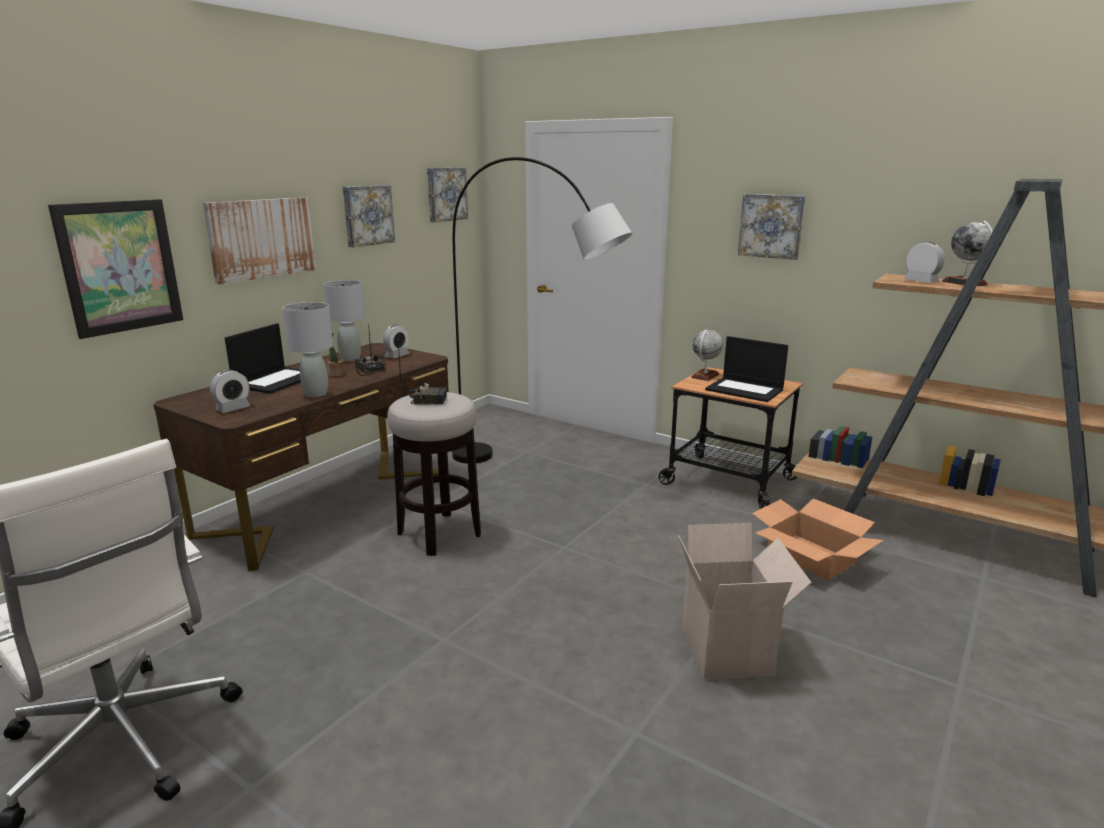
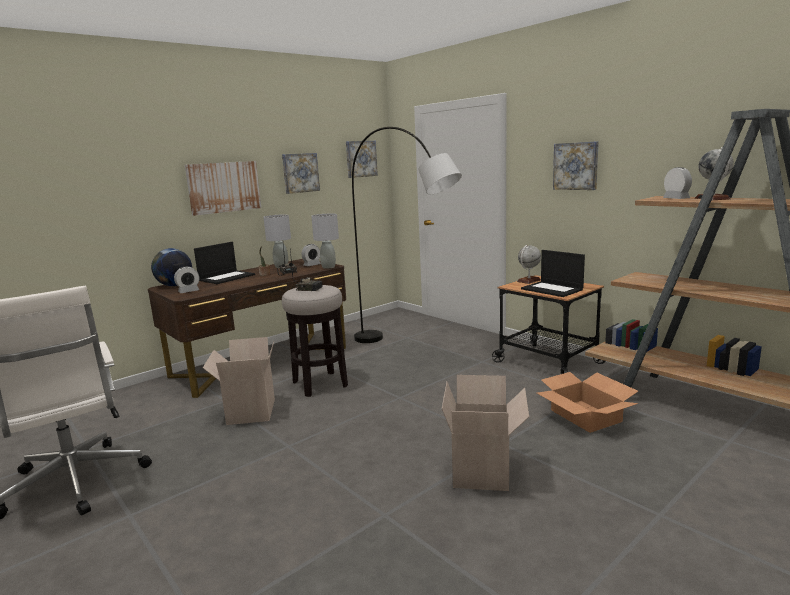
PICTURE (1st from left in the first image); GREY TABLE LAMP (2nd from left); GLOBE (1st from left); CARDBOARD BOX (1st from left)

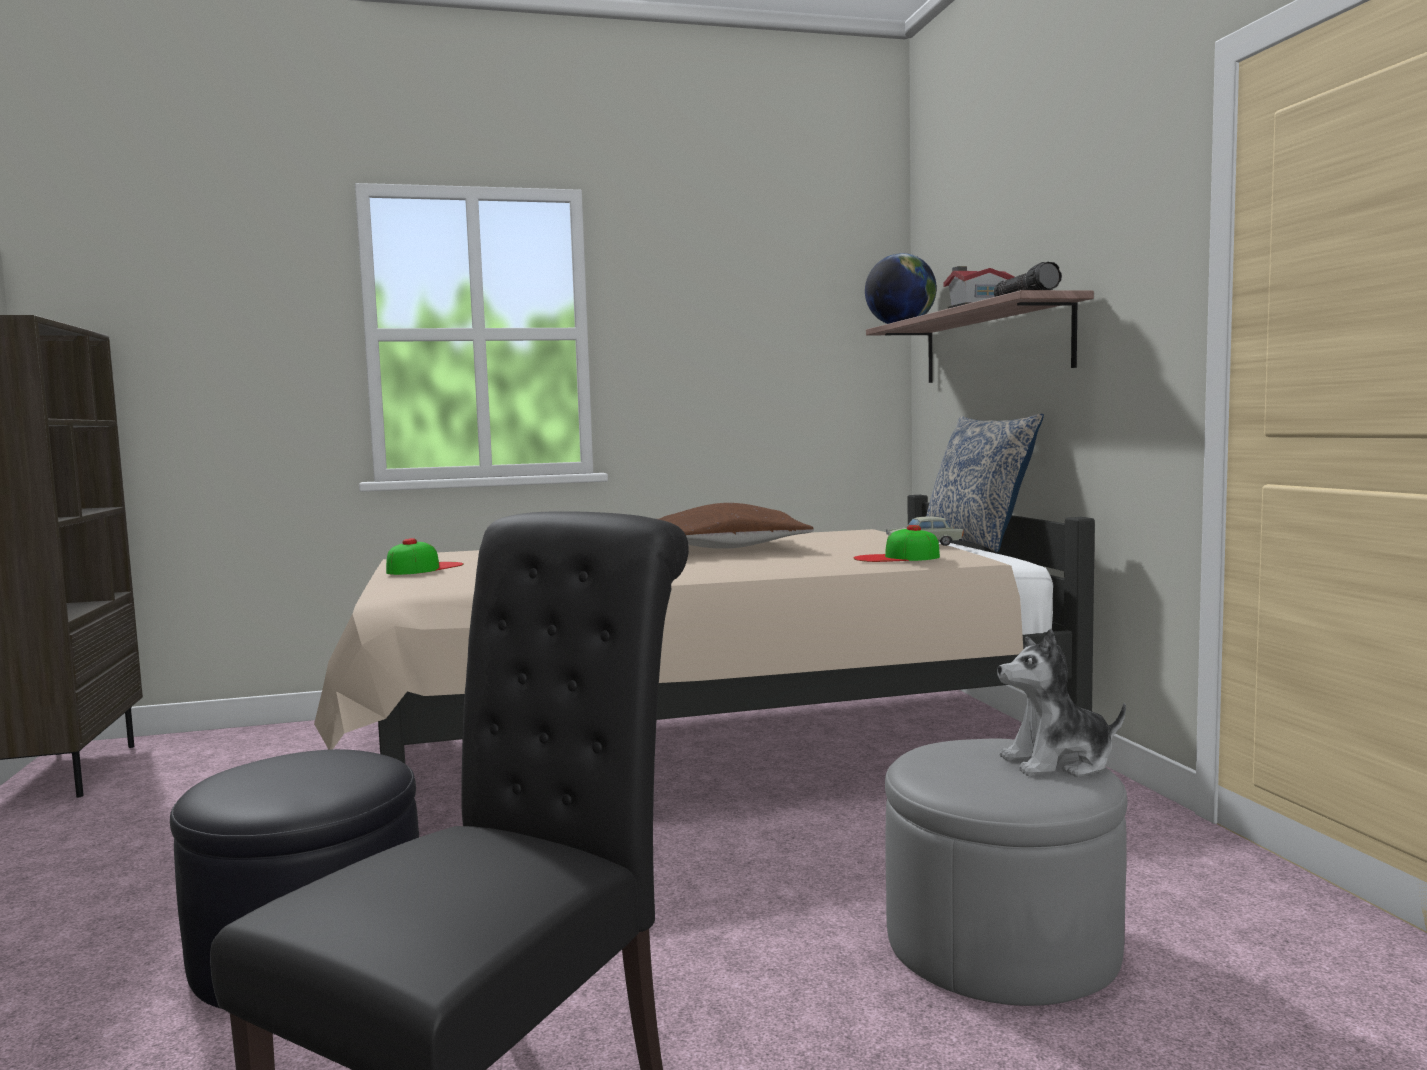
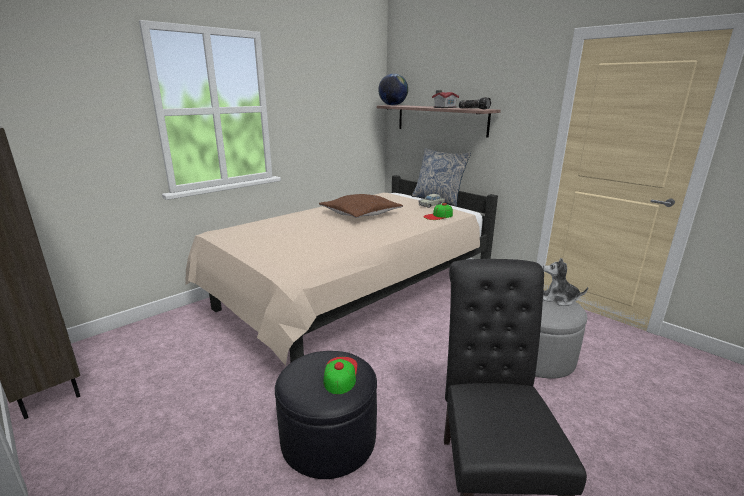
CAP (1st from left); PLUSH TOY

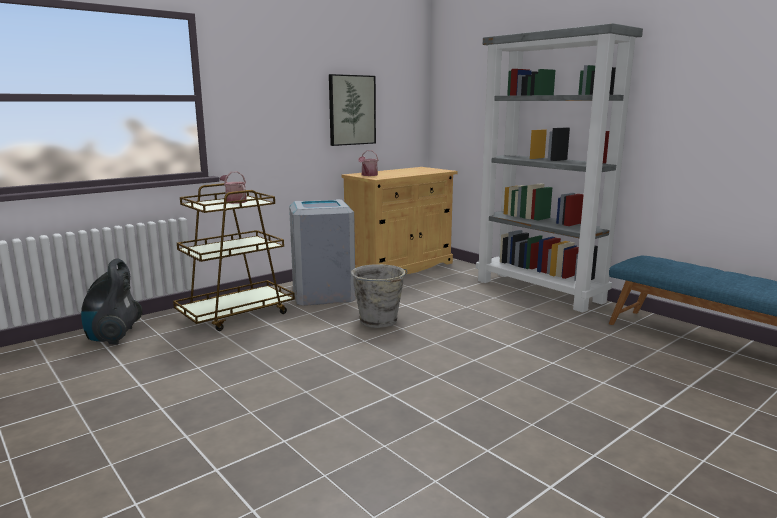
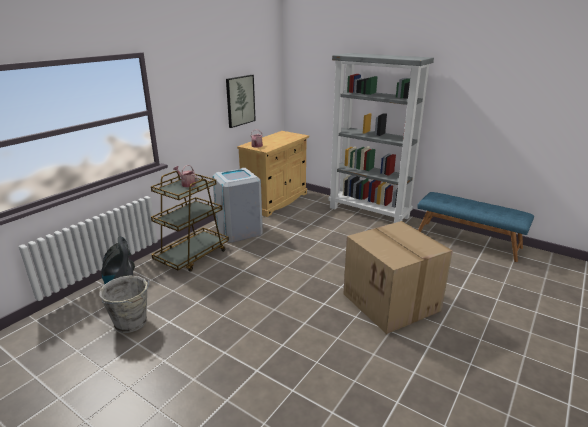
GREY BUCKET; CARDBOARD BOX

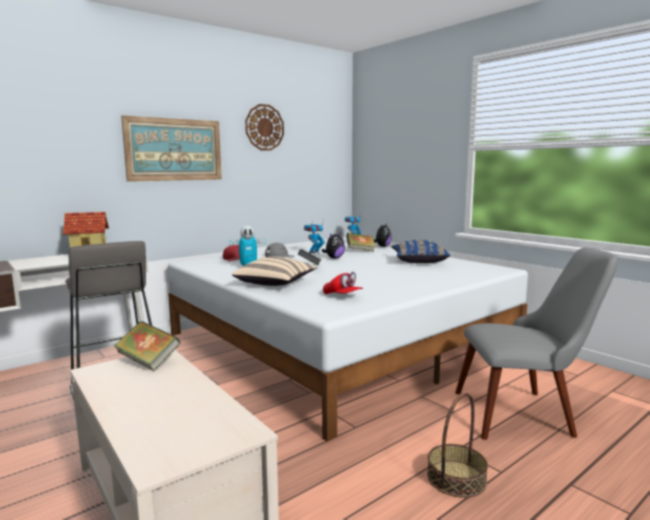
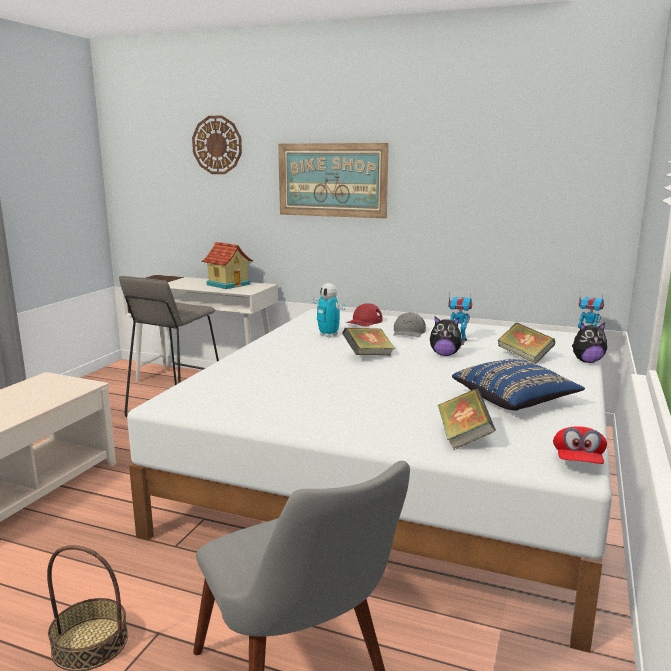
BOOK (2nd from left); BEIGE PILLOW; WALL CLOCK; RED CAP (2nd from left)

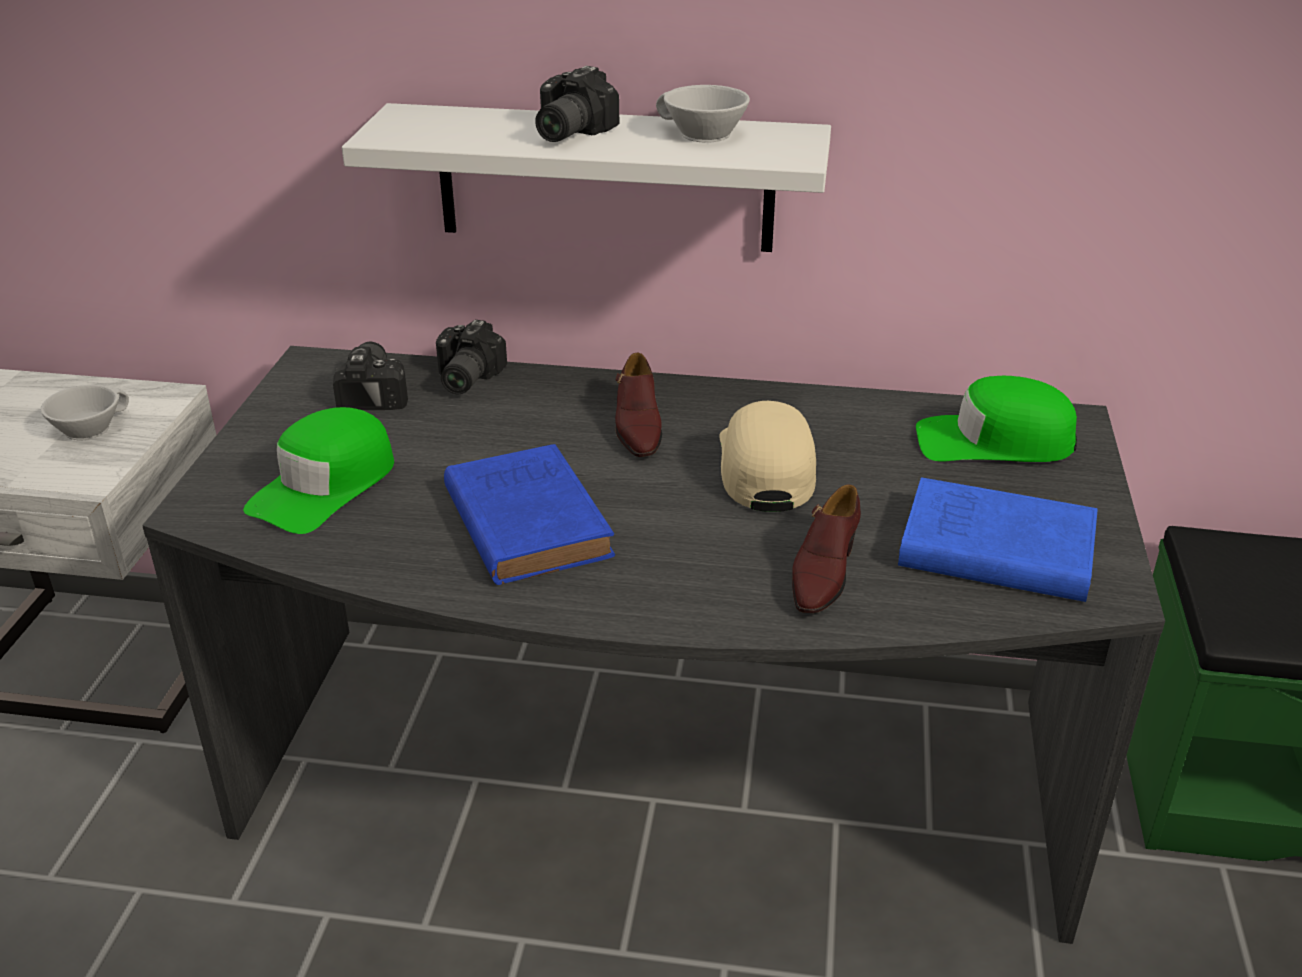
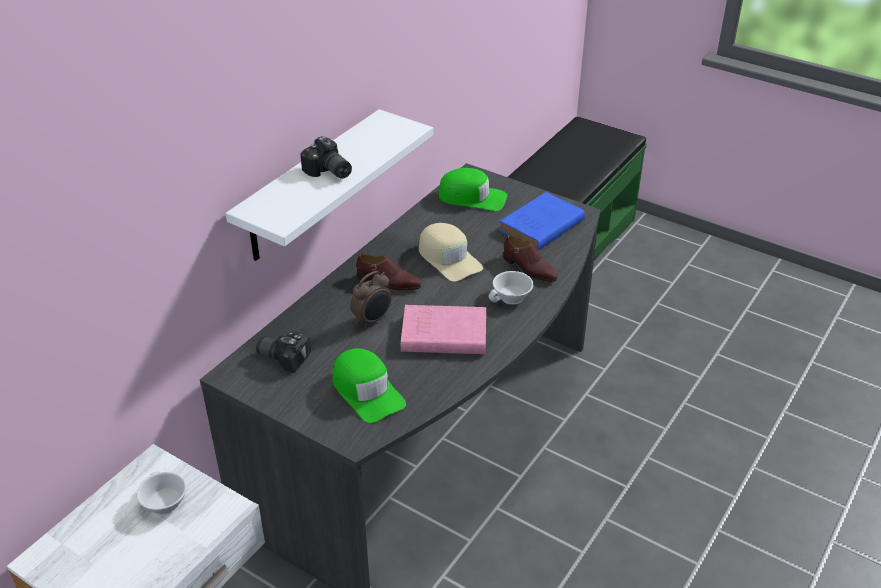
PHOTO CAMERA (2nd from left in the first image); PINK BOOK; WHITE CUP (2nd from left); BEIGE CAP; GREEN CAP (2nd from left); ALARM CLOCK

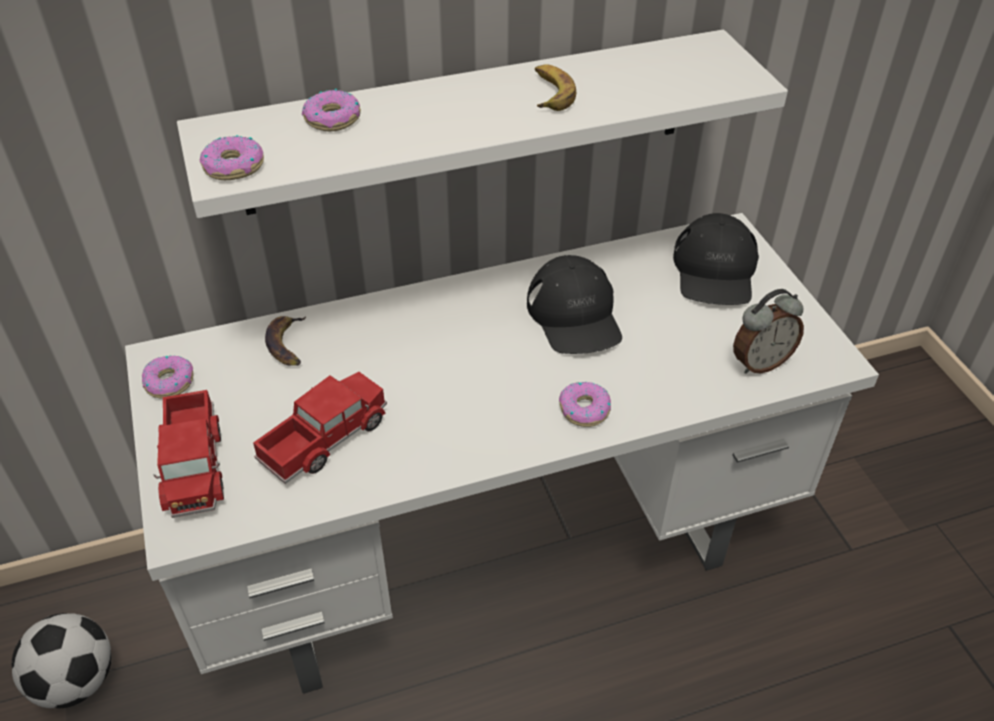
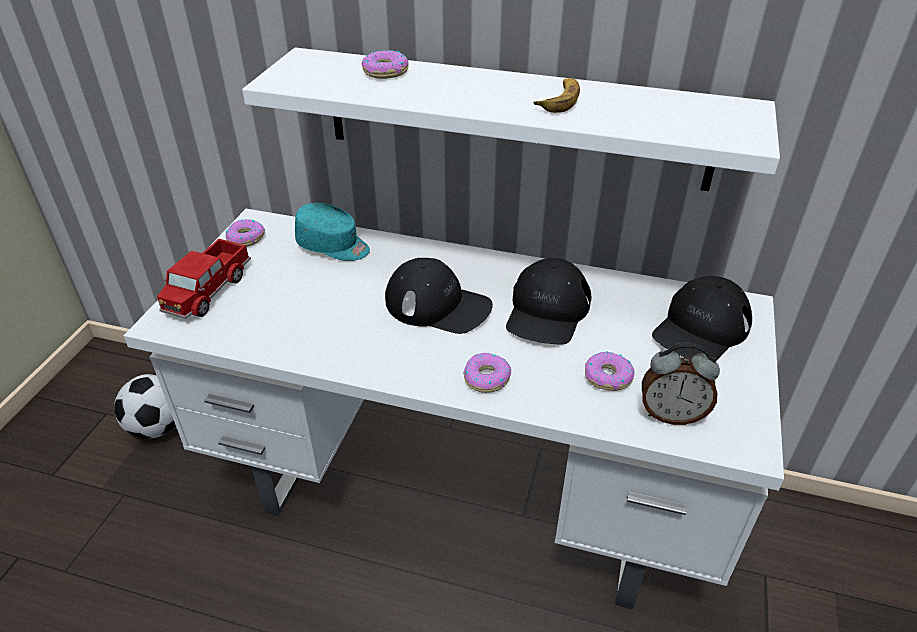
DONUT (4th from left); TOY TRUCK (2nd from left in the first image); TURQUOISE CAP; BLACK CAP (1st from left)

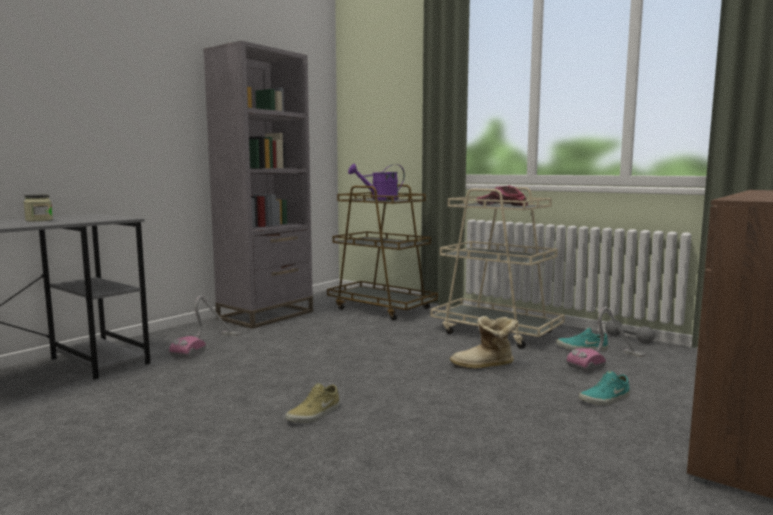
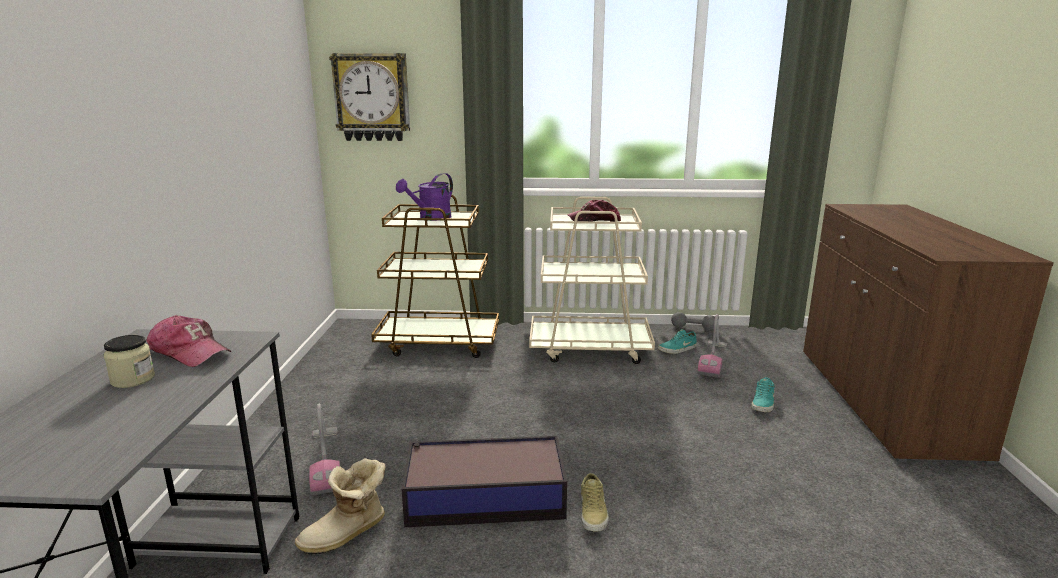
GREY BOOKCASE; BOOT; CAP (1st from left); WALL CLOCK; STORAGE BOX

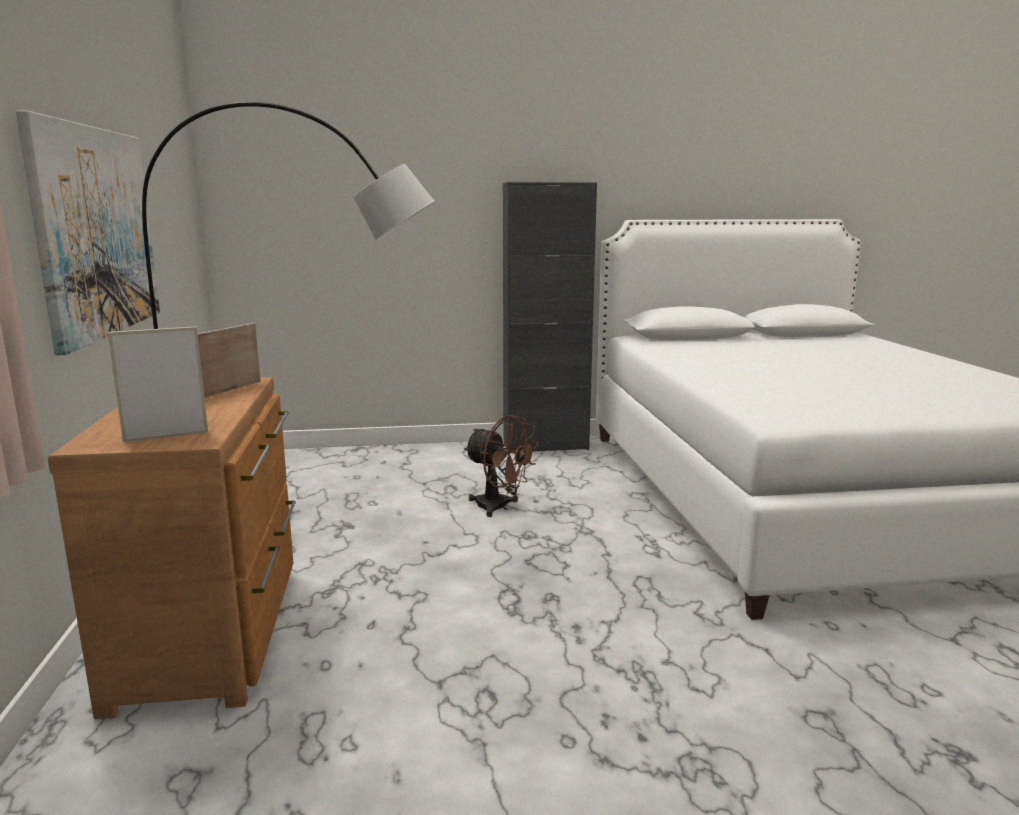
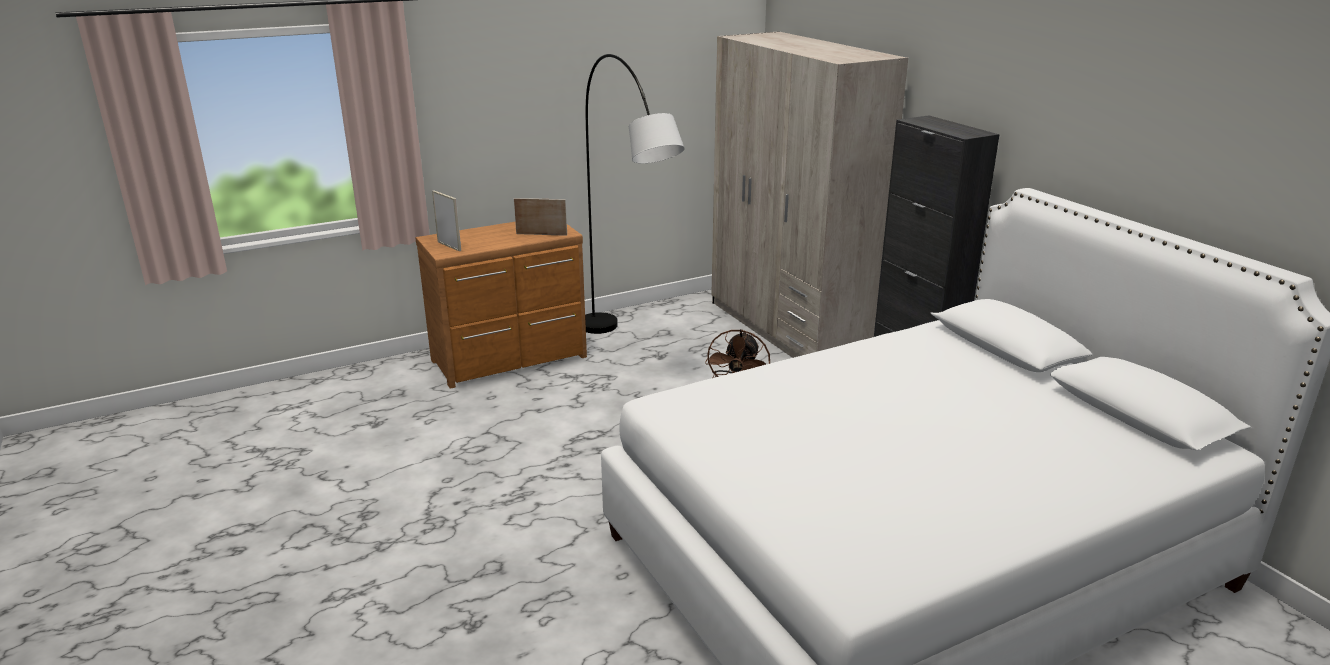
PICTURE; BEIGE WARDROBE

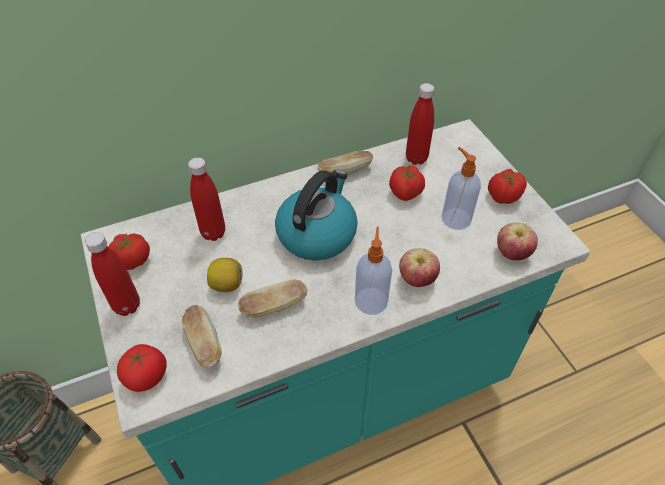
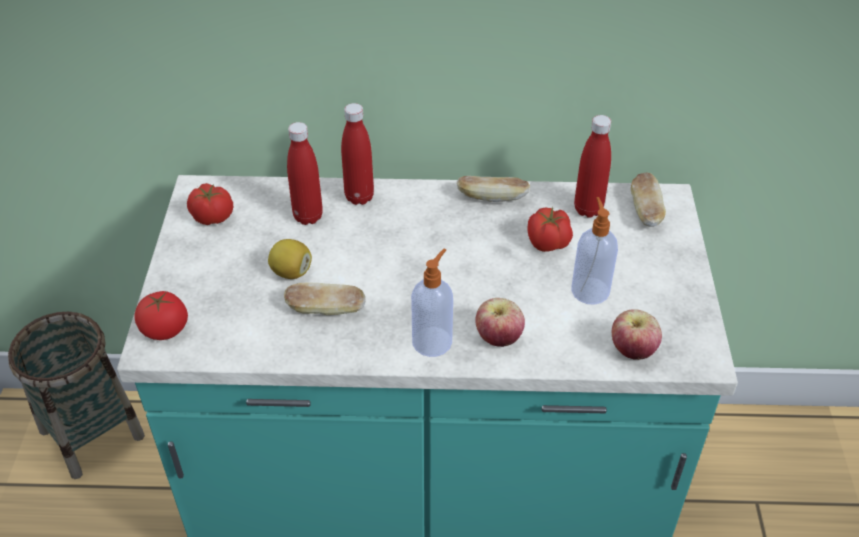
RED BOTTLE (2nd from left); BREAD (3rd from left); KETTLE; TOMATO (4th from left in the first image)

